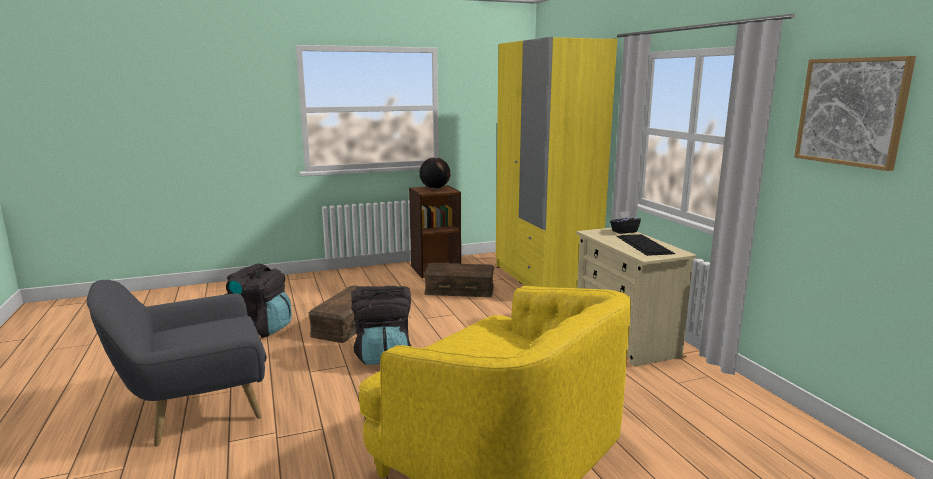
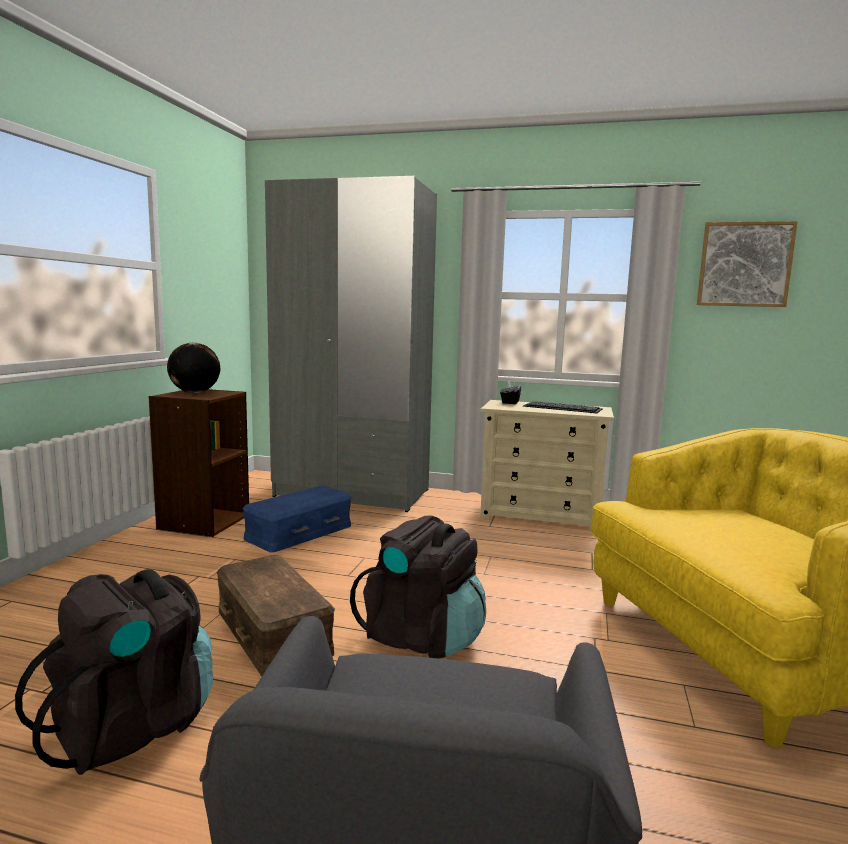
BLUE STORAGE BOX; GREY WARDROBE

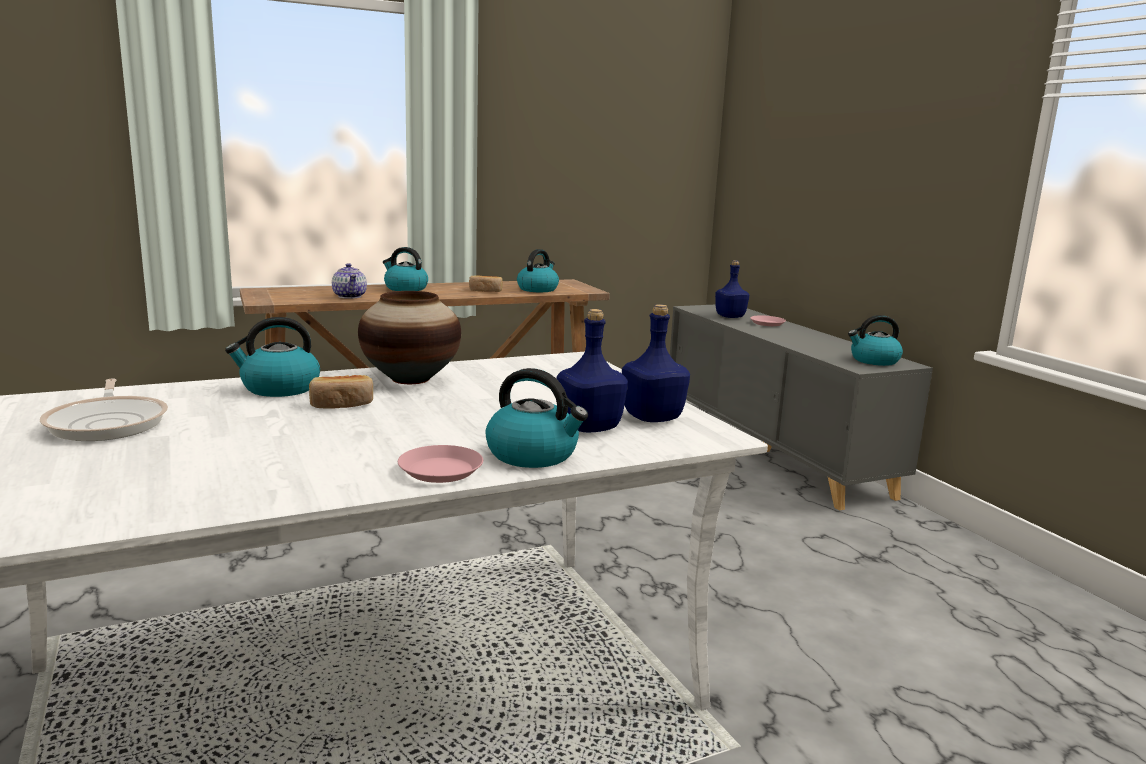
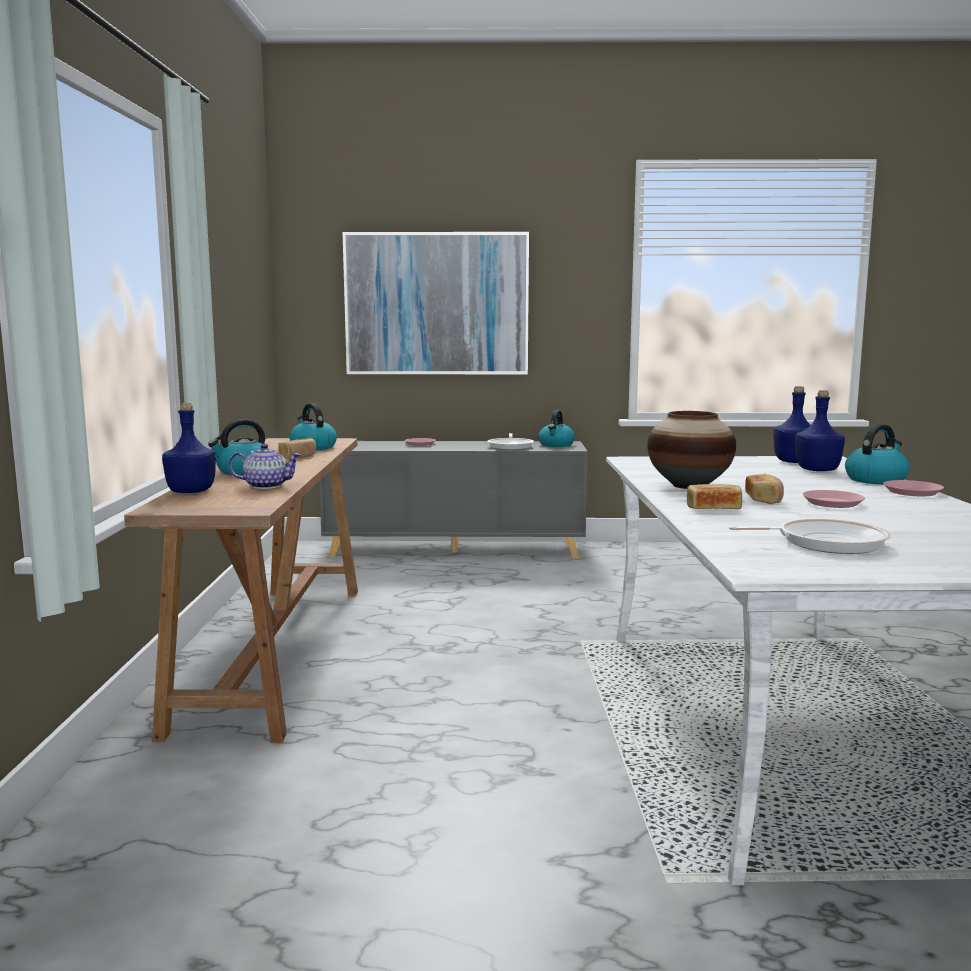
BREAD (2nd from left); BLUE BOTTLE (1st from left); PICTURE; FRYING PAN (1st from left); PINK PLATE (2nd from left)

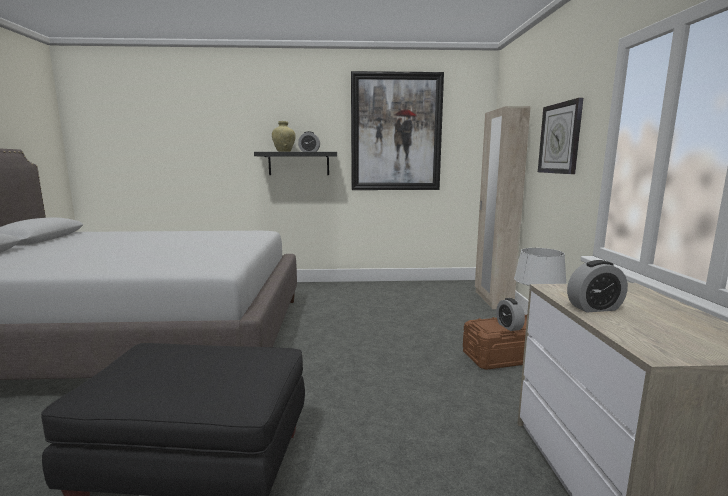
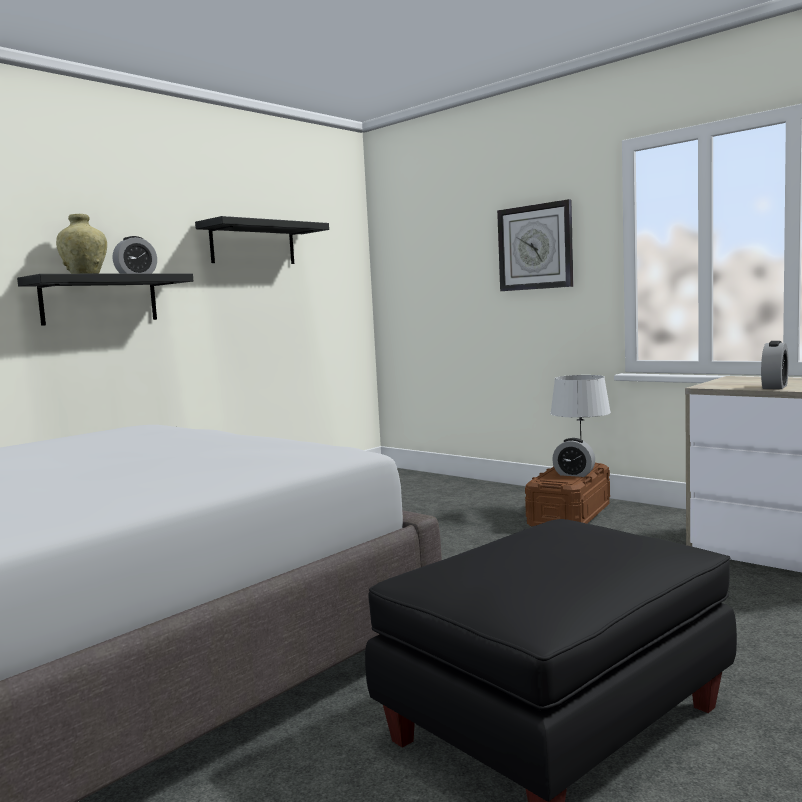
BLACK SHELF (2nd from left); BEIGE WARDROBE

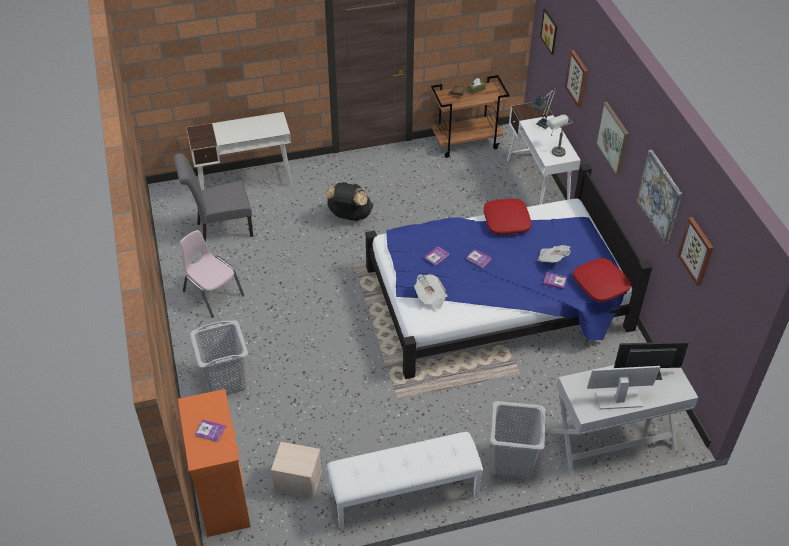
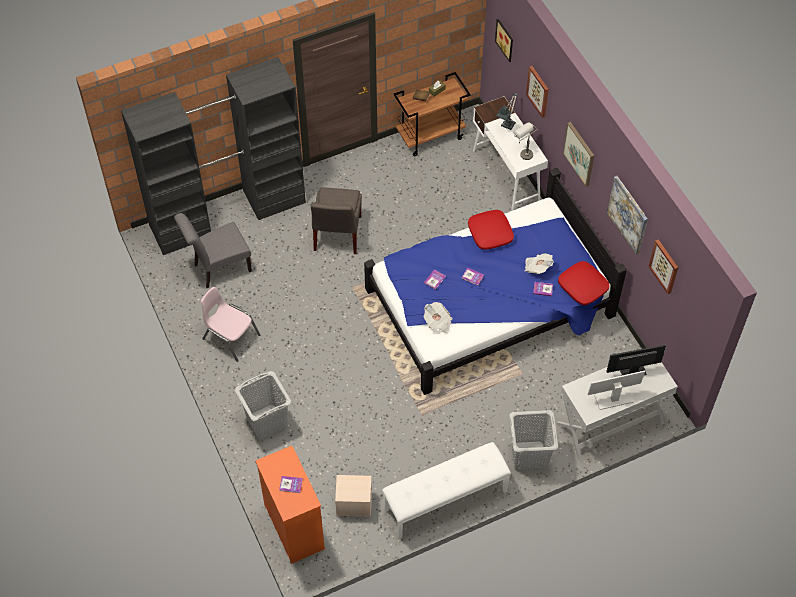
BLACK WARDROBE; GREY CHAIR (2nd from left)

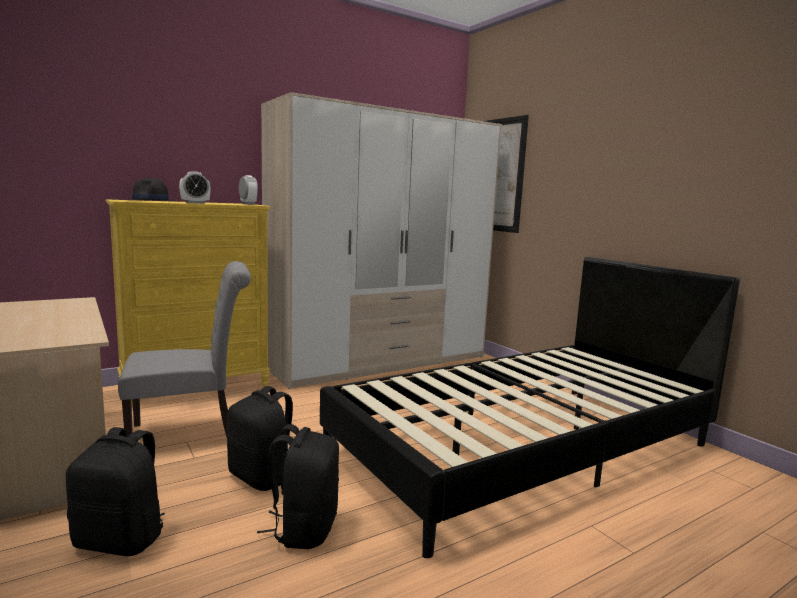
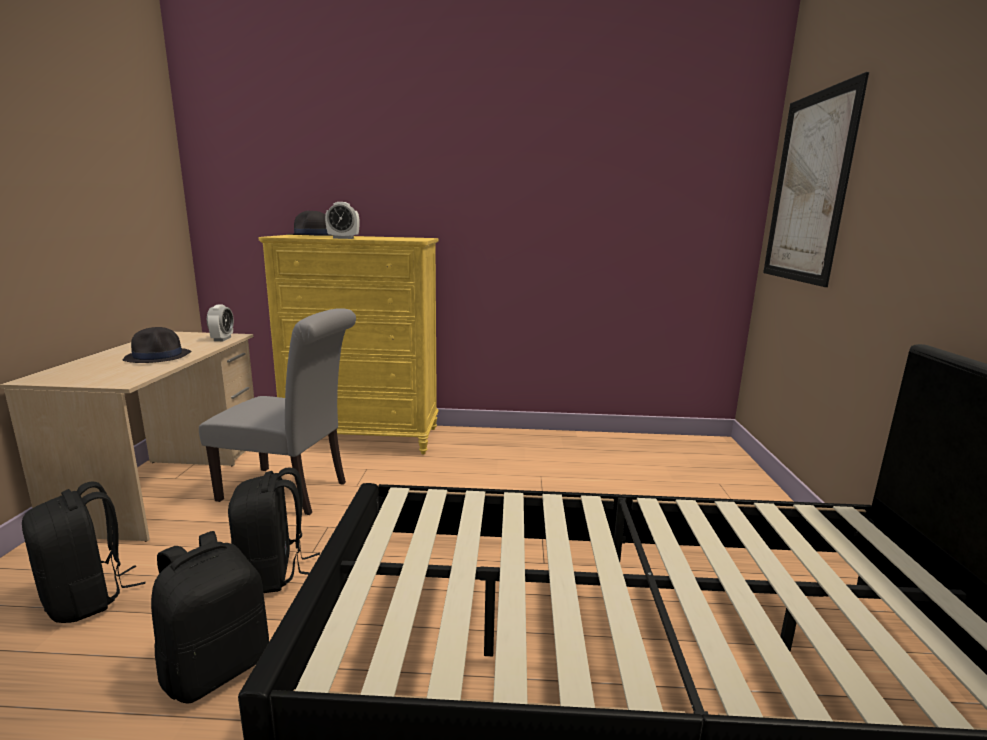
ALARM CLOCK (1st from left); WARDROBE; BLACK HAT (1st from left)

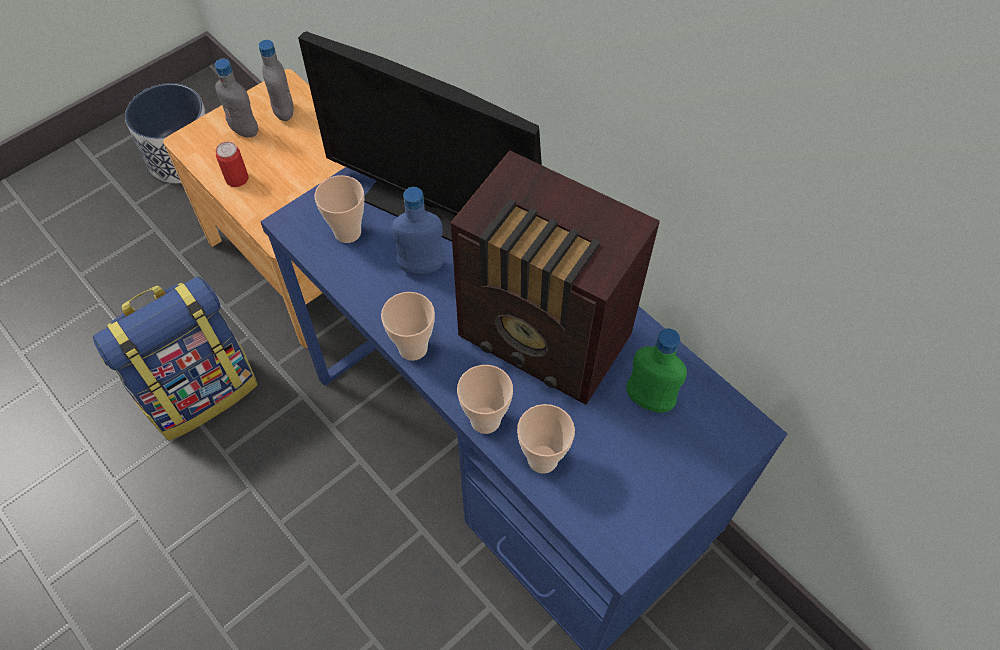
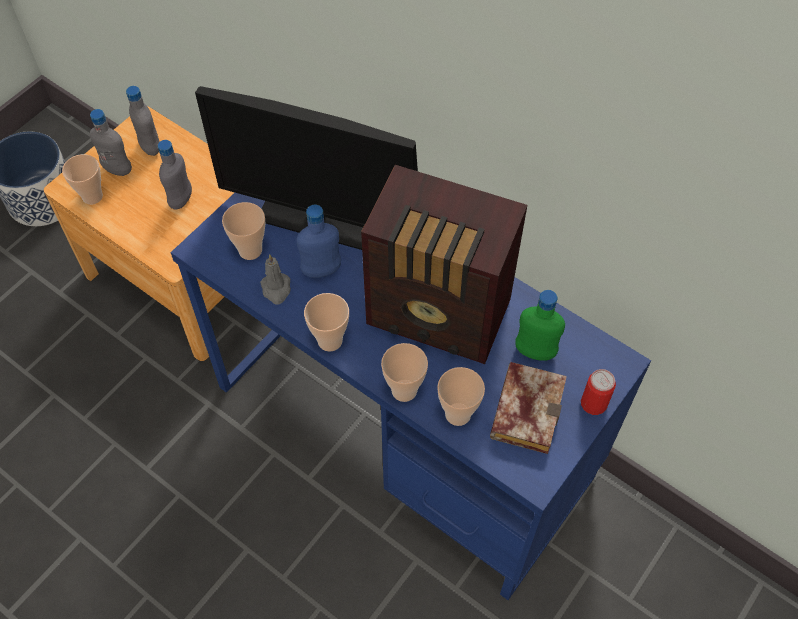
BACKPACK; CAN; CUP (1st from left); GREY BOTTLE (3rd from left); GREY CANDLE; BOOK

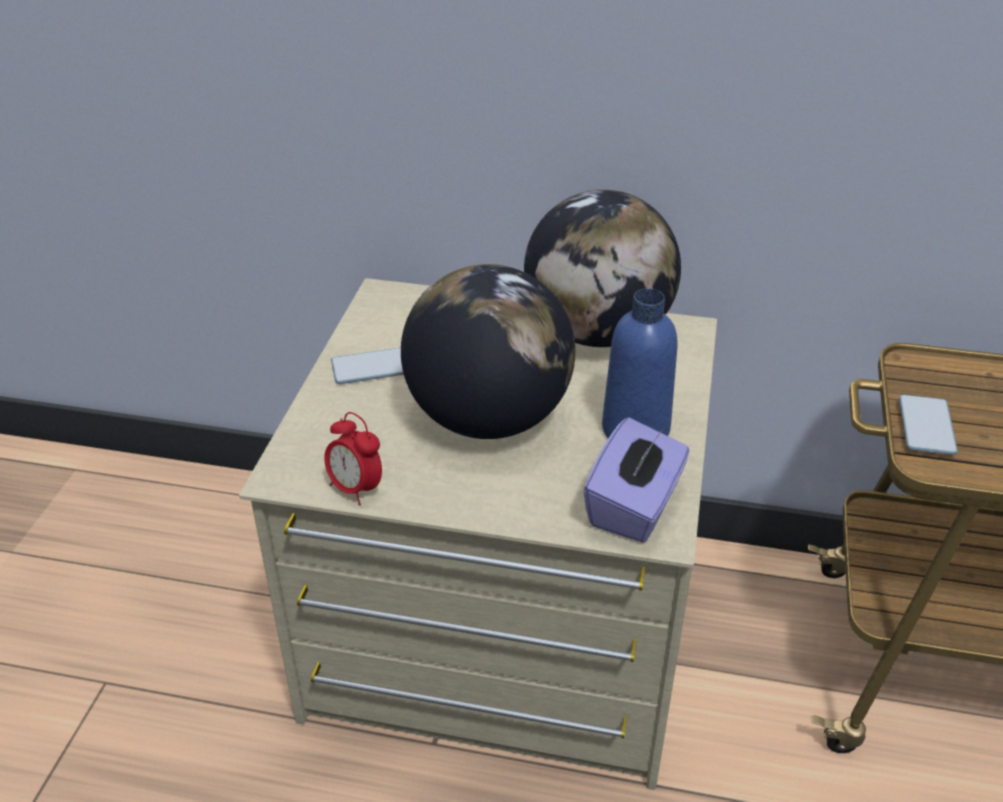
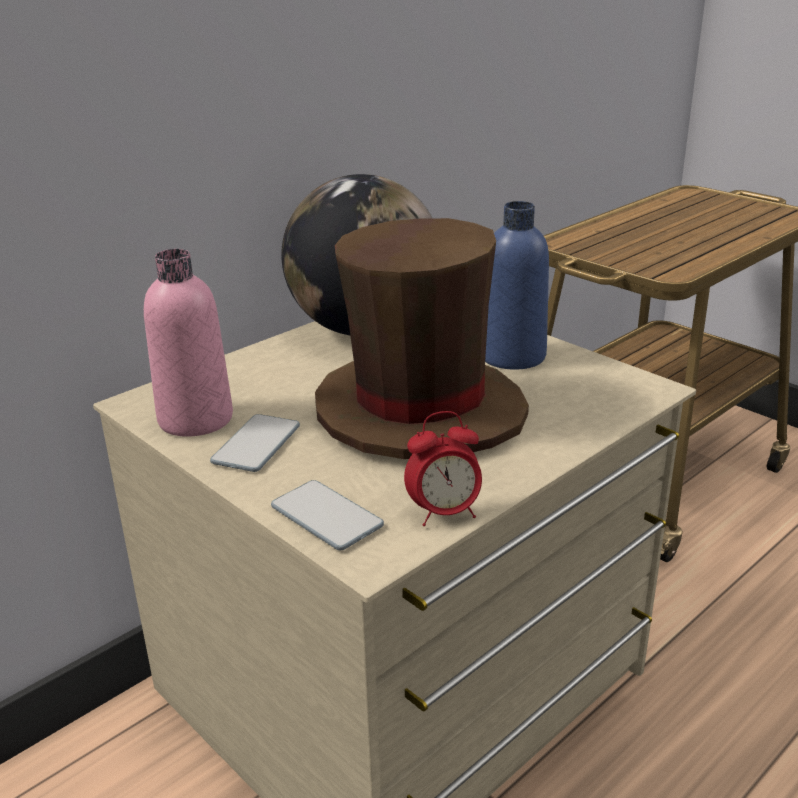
BROWN HAT; PURPLE TISSUE BOX; PHONE (2nd from left); PINK BOTTLE

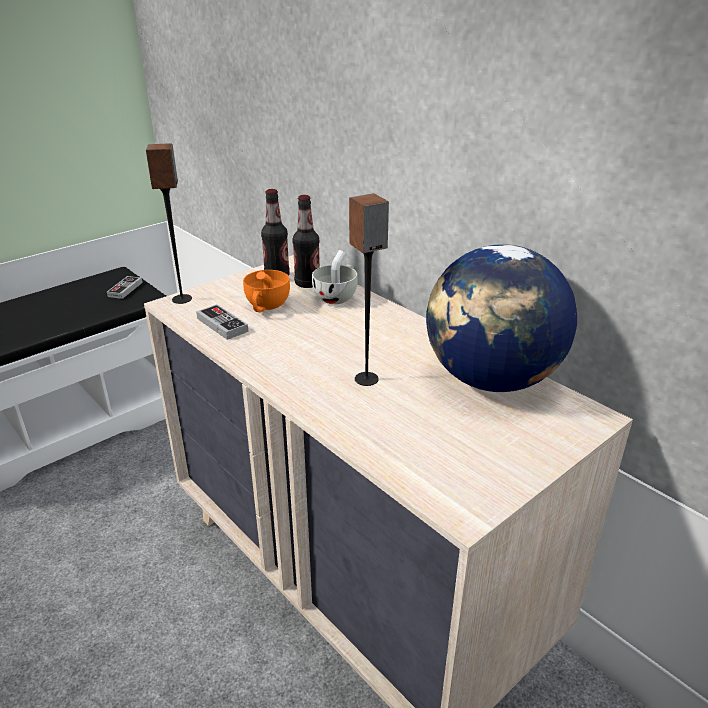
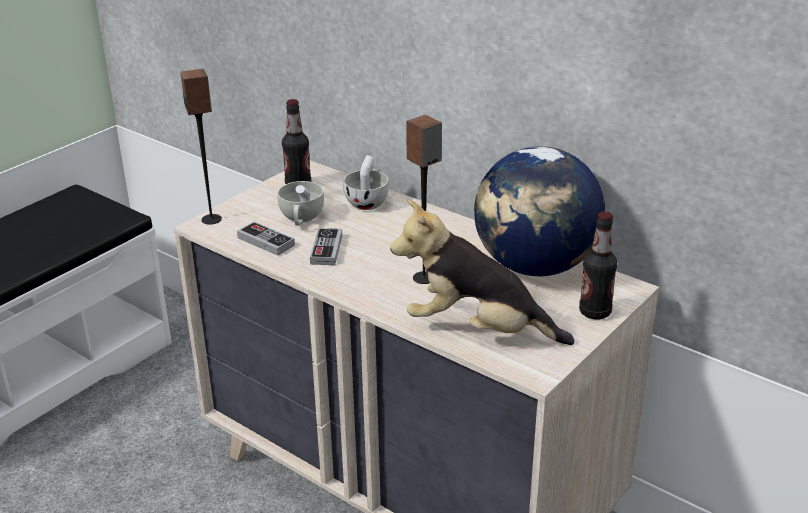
GAME CONTROLLER (2nd from left); WHITE CUP (1st from left); BOTTLE (2nd from left); PLUSH TOY

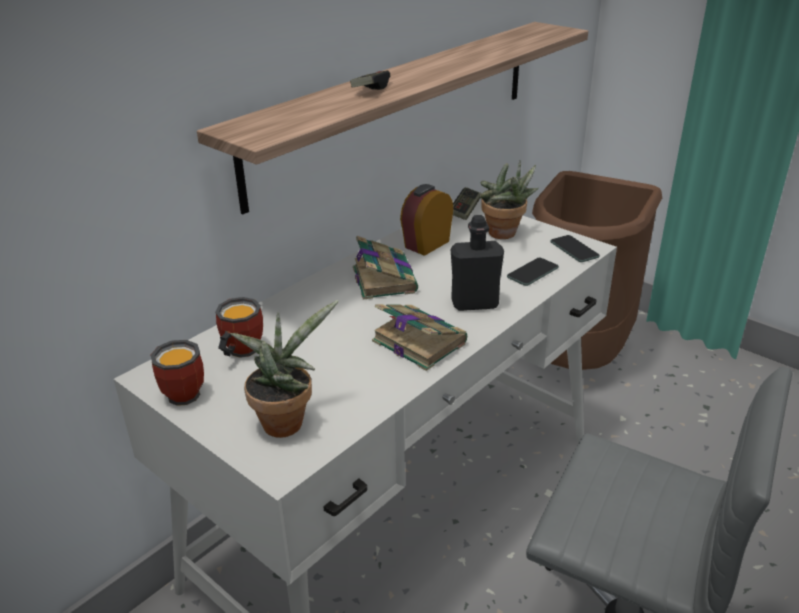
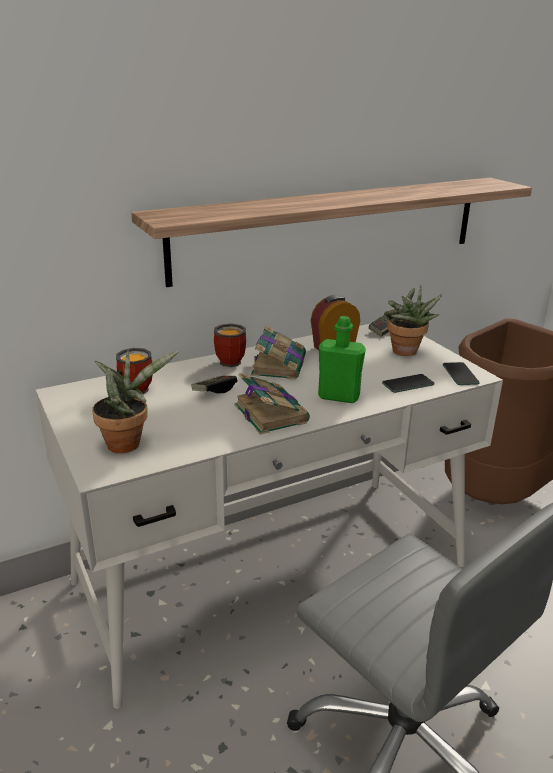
MUG (2nd from left); GAME CONTROLLER (1st from left); GREEN BOTTLE

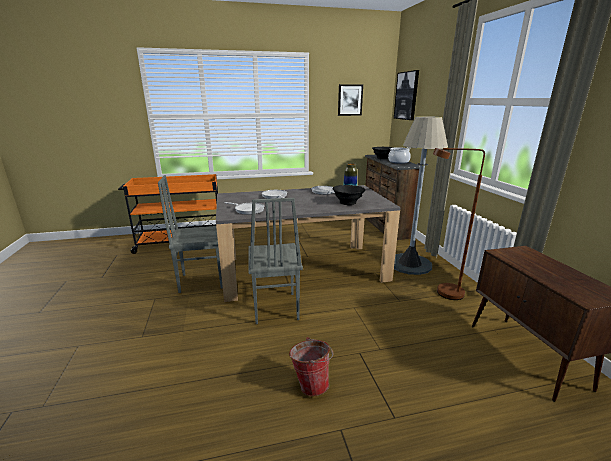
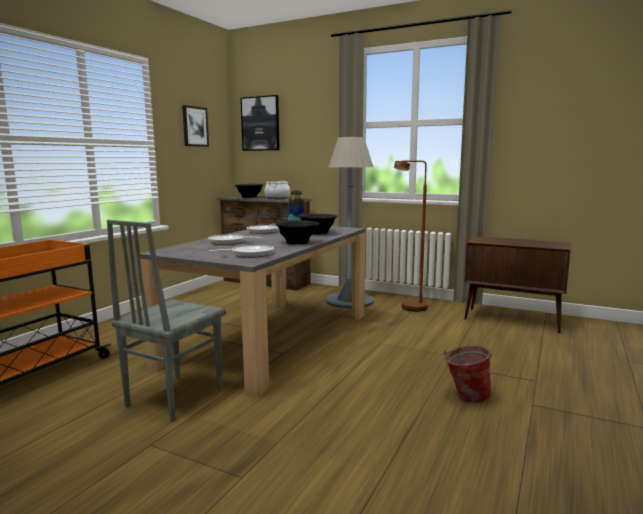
GREY CHAIR (2nd from left in the first image); BLACK BOWL (2nd from left)

